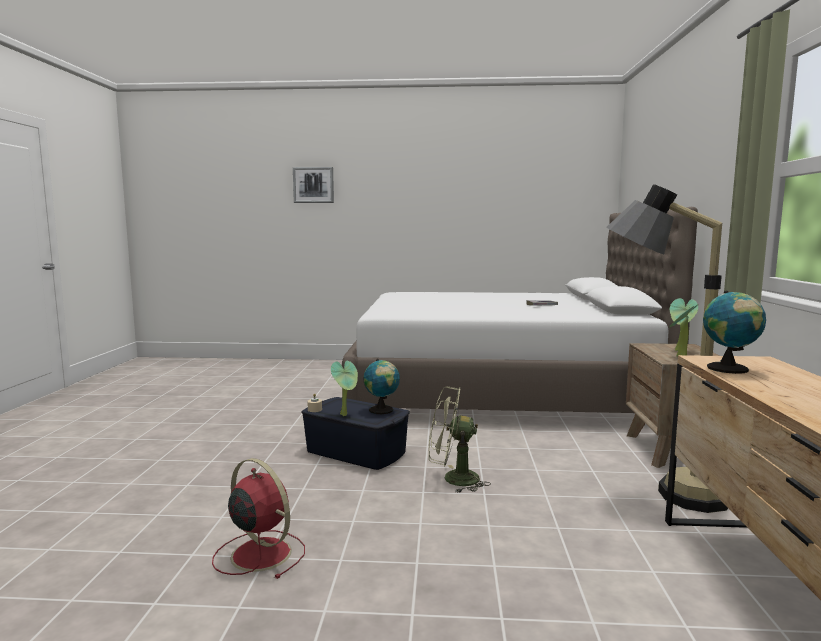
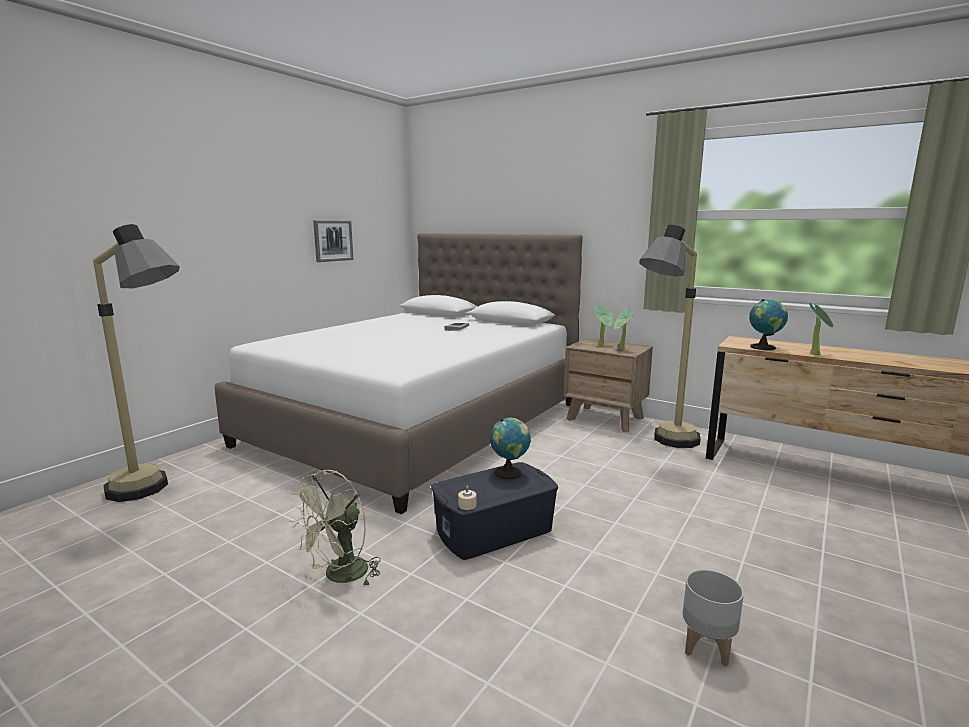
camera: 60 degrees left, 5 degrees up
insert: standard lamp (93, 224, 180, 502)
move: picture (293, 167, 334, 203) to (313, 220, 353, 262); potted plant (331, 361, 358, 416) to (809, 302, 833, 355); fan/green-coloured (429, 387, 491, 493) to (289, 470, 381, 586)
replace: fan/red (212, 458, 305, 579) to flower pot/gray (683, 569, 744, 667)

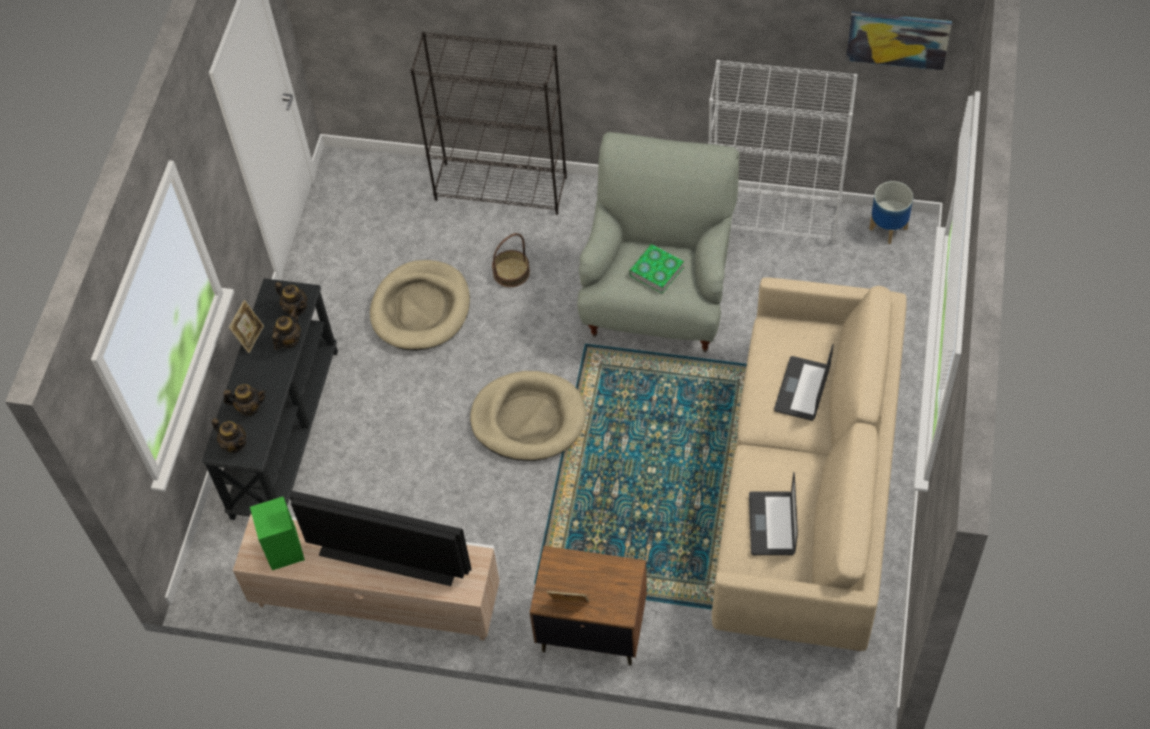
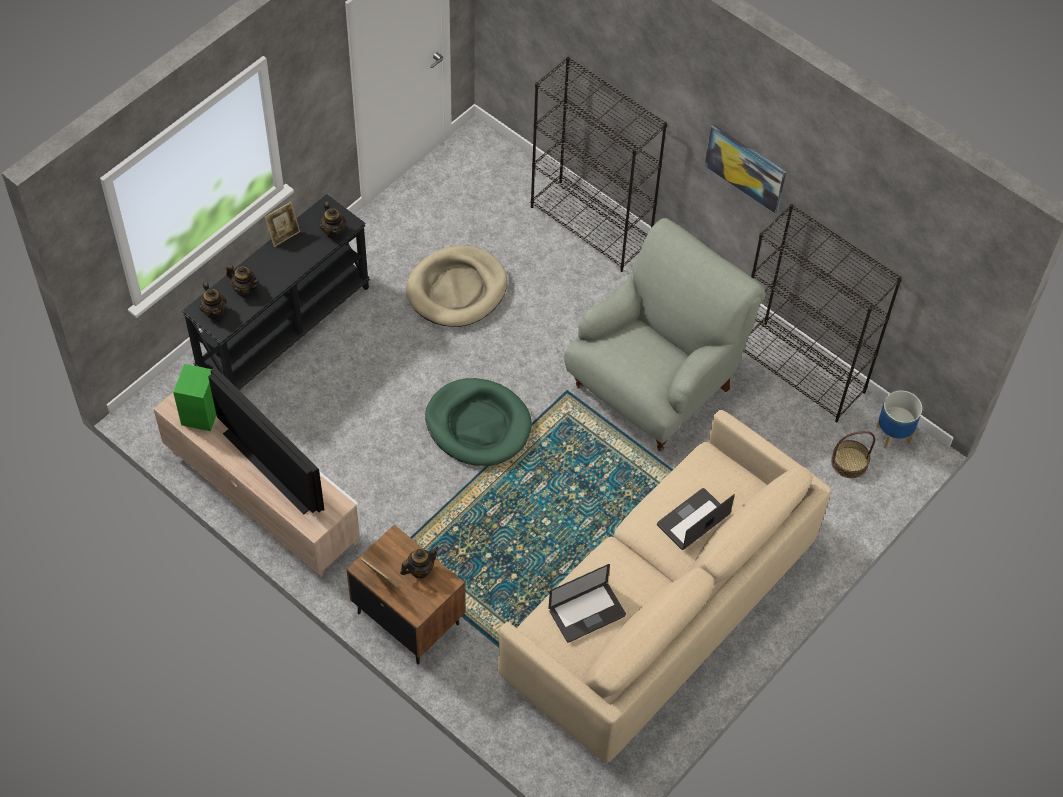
camera: 25 degrees right, 0 degrees up
delete: volume (629, 244, 684, 294)
move: picture (846, 12, 952, 70) to (705, 124, 786, 213); storage basket (492, 233, 530, 287) to (831, 431, 875, 478); pot for tea (272, 309, 301, 350) to (400, 547, 439, 578)
recolor: bookshelf/white-coloured (708, 60, 858, 245) to bookshelf/black-coloured (744, 204, 902, 423); pet bed/beige (470, 371, 586, 461) to pet bed/green-coloured (425, 378, 532, 466)
rotate: notebook computer (749, 471, 798, 555) = (548, 564, 626, 642) 150 degrees counterclockwise

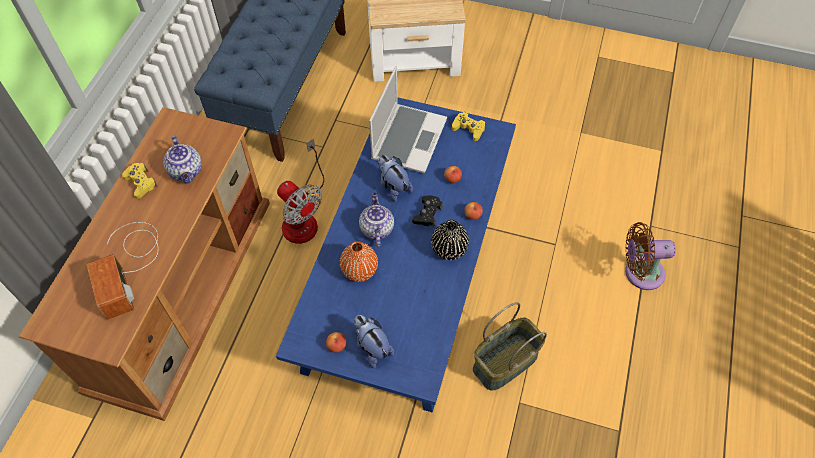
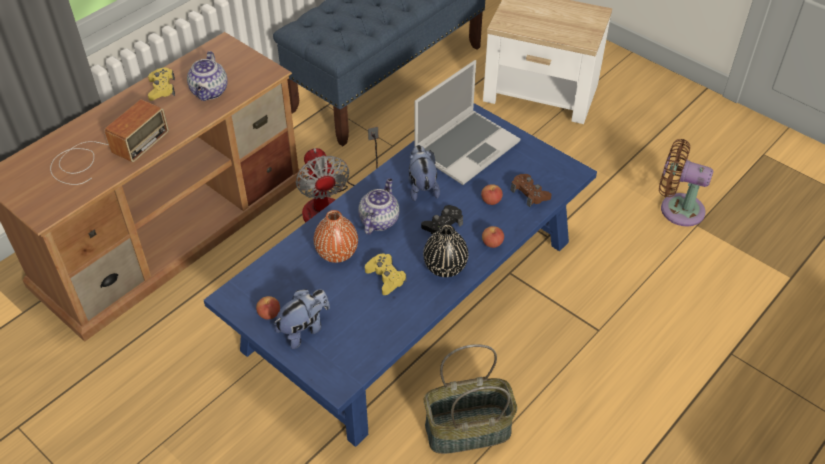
camera: 25 degrees right, 10 degrees down
insert: game controller/brown (511, 174, 552, 207)
move: game controller/yellow (452, 112, 485, 141) to (365, 254, 407, 295); fan/brown (625, 222, 676, 290) to (659, 139, 713, 226)
rotate: radio set (87, 222, 158, 320) = (50, 99, 169, 185) 150 degrees counterclockwise; soft toy (353, 315, 394, 368) = (274, 289, 330, 349) 60 degrees clockwise

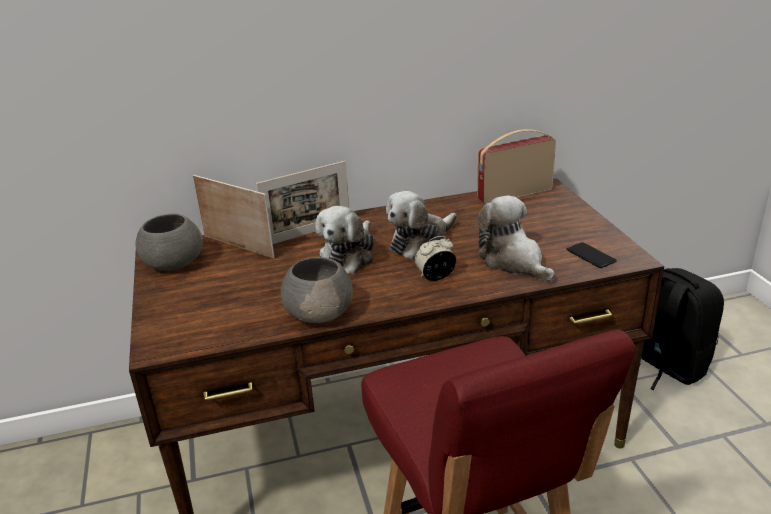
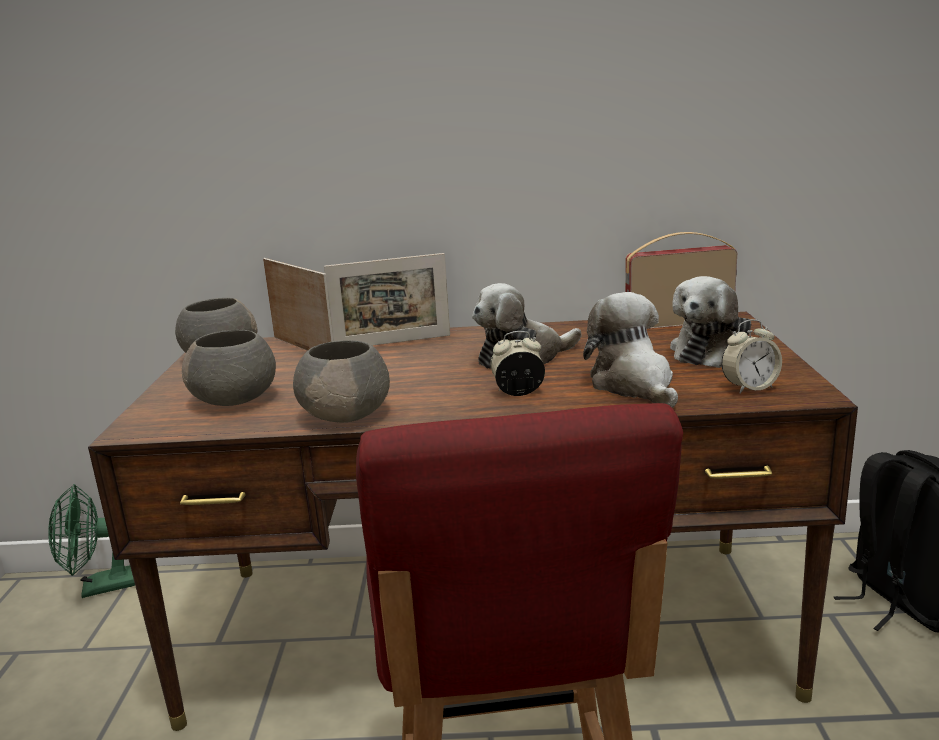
camera: 15 degrees right, 10 degrees down
insert: bowl/gray (182, 330, 276, 406); fan/green-coloured (48, 484, 135, 598)
move: soft toy (316, 206, 374, 274) to (670, 276, 751, 368)
replace: telephone (566, 242, 617, 268) to alarm clock (721, 319, 782, 394)

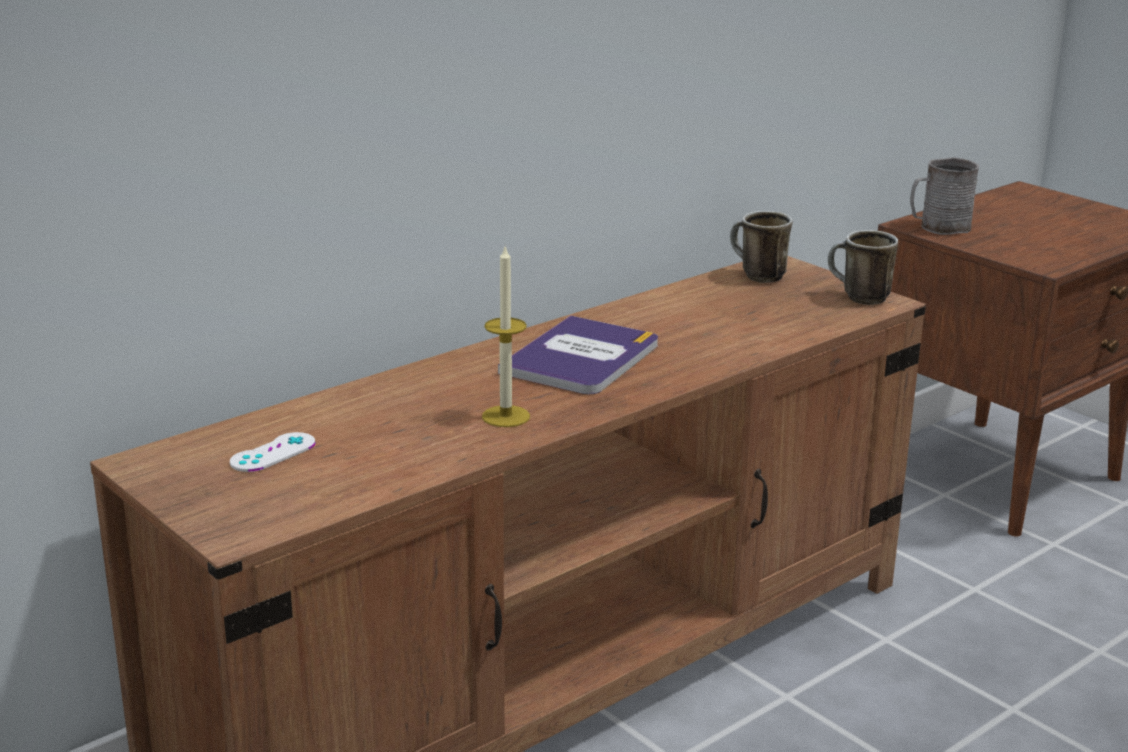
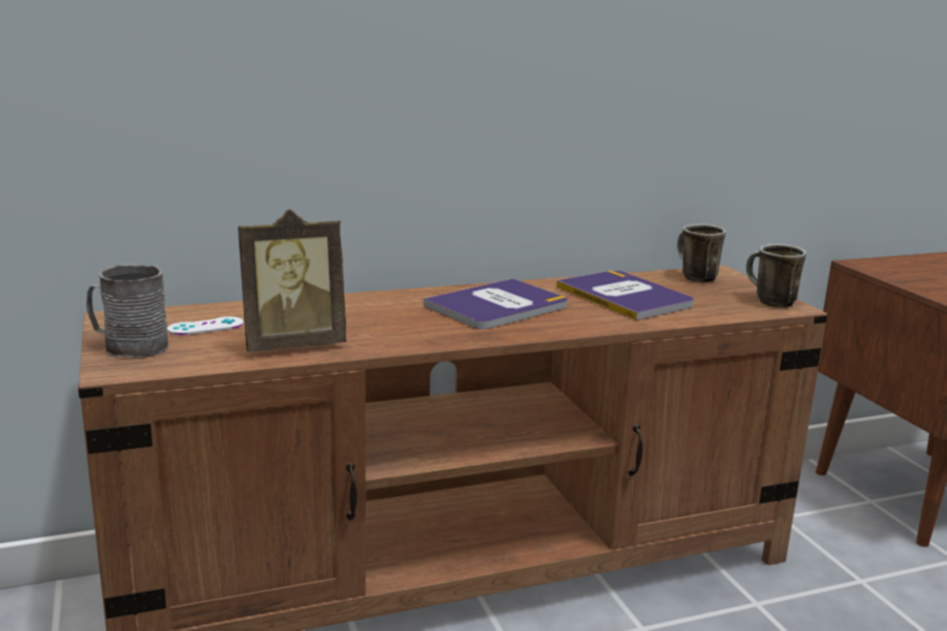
camera: 20 degrees right, 5 degrees down
delete: wax candle (482, 244, 530, 427)
insert: standing frame (238, 209, 346, 352); volume (556, 270, 694, 320)
move: mug/gray (910, 157, 979, 235) to (86, 264, 168, 358)

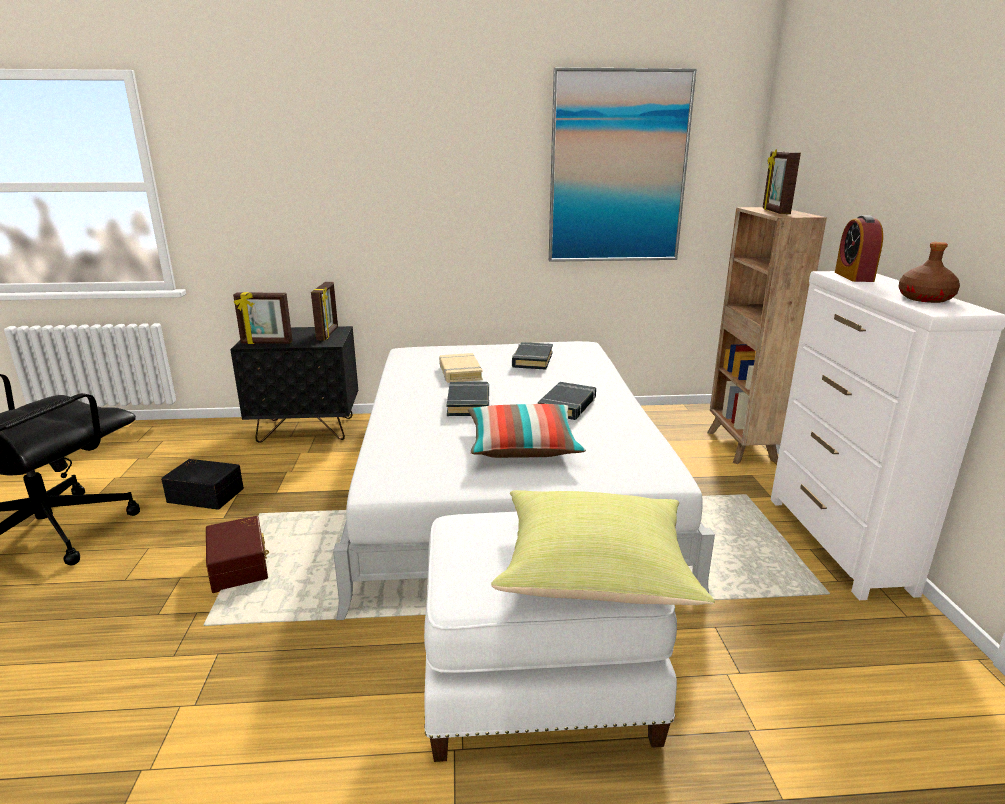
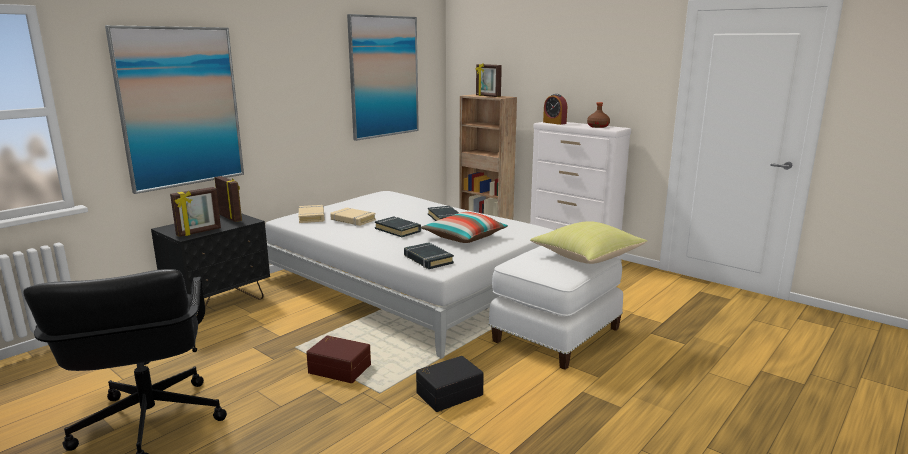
camera: 45 degrees left, 5 degrees down
insert: picture (105, 25, 244, 194); volume/beige (299, 205, 325, 223)
move: volume/black-coloured (512, 342, 553, 370) to (404, 242, 454, 269); storage box/black-coloured (161, 459, 244, 510) to (416, 356, 484, 412)

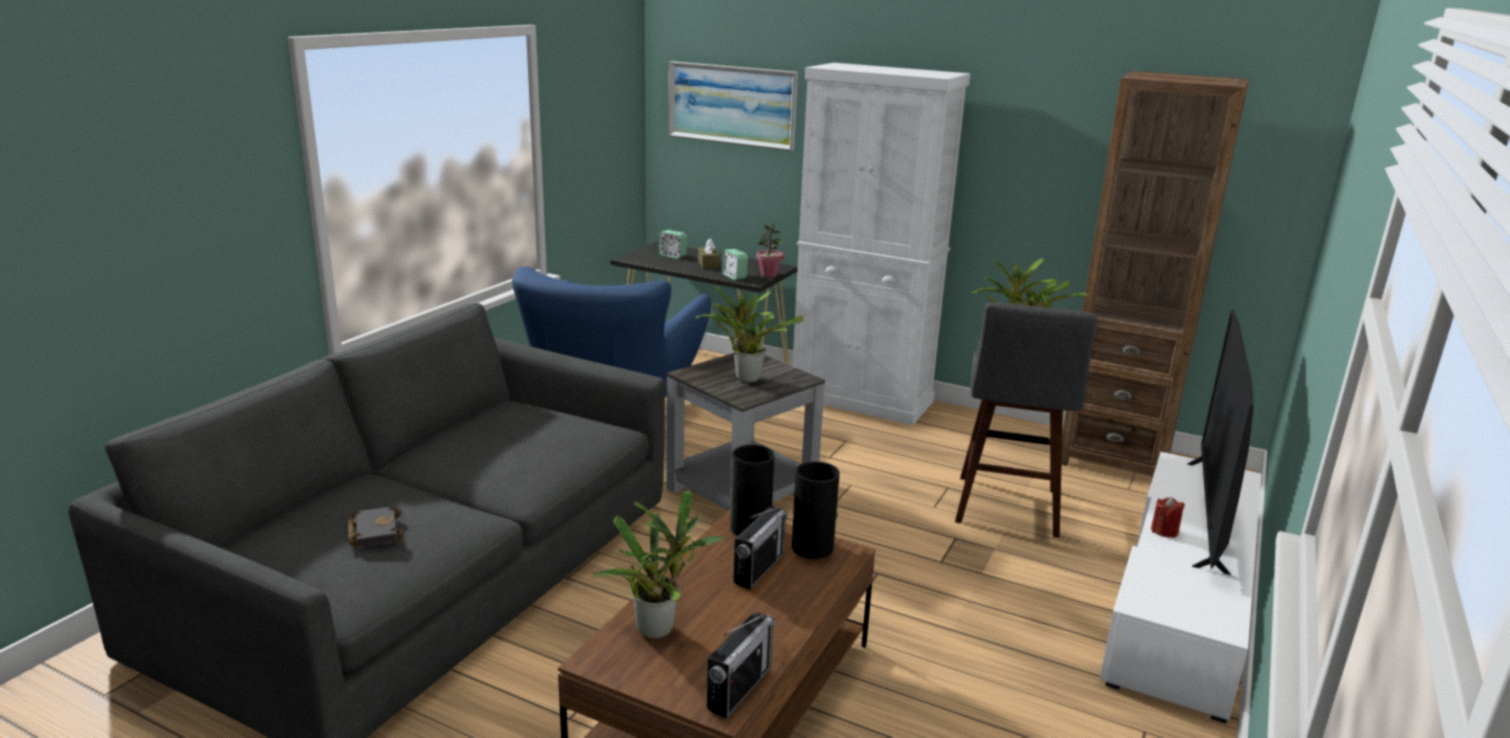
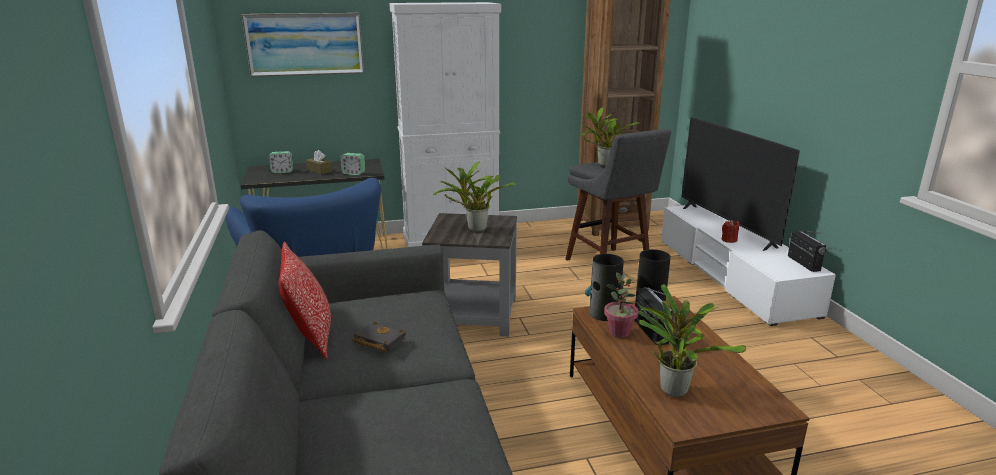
camera: 40 degrees left, 0 degrees up
insert: pillow (279, 241, 331, 360)
move: potted plant (756, 222, 784, 277) to (604, 272, 638, 338); volume/black-coloured (348, 506, 404, 548) to (353, 322, 406, 352); radio set (707, 613, 775, 719) to (788, 230, 827, 272)

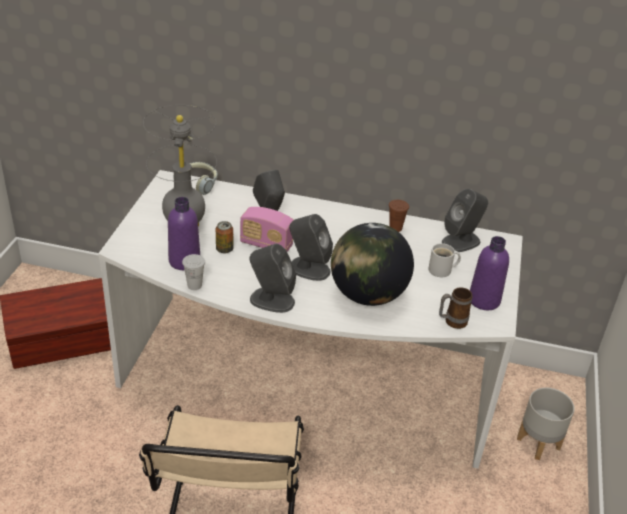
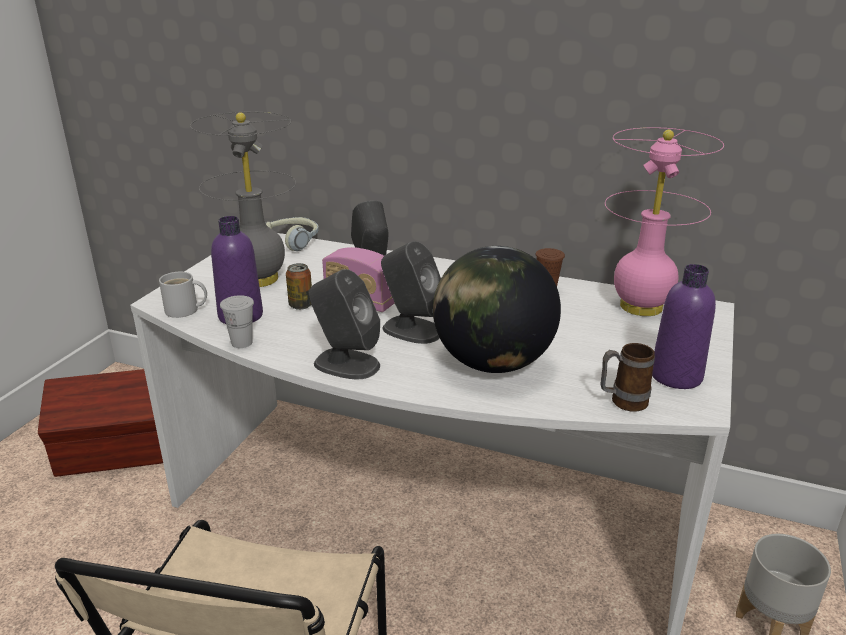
camera: 10 degrees right, 10 degrees down
move: mug/white-coloured (428, 243, 461, 277) to (159, 272, 207, 318)
replace: loudspeaker/gray (442, 189, 488, 252) to tabletop lamp/pink-coloured (605, 127, 724, 316)

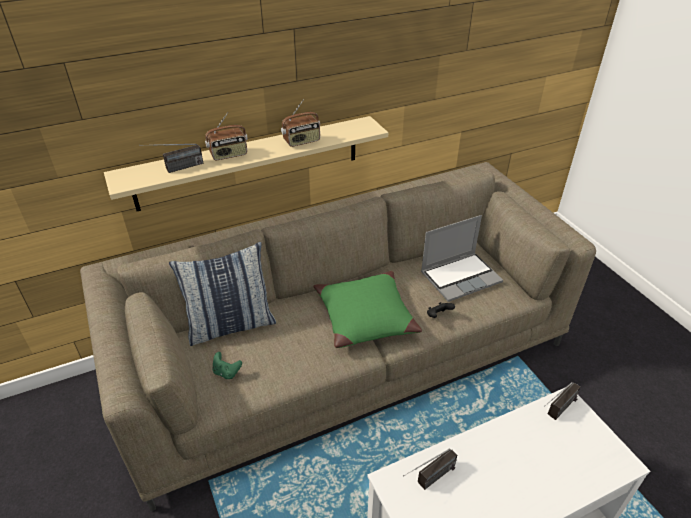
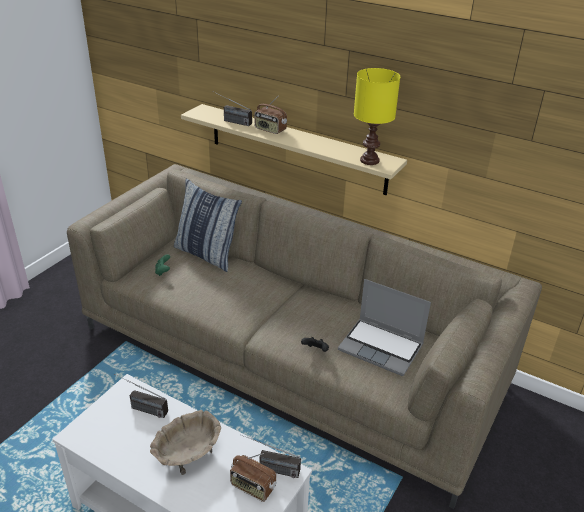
camera: 55 degrees right, 5 degrees down
delete: pillow/green-coloured (313, 271, 422, 348)
insert: tabletop lamp/yellow (354, 68, 400, 165); bowl/beige (150, 410, 221, 475)
move: radio set (281, 100, 320, 147) to (230, 453, 277, 502)

